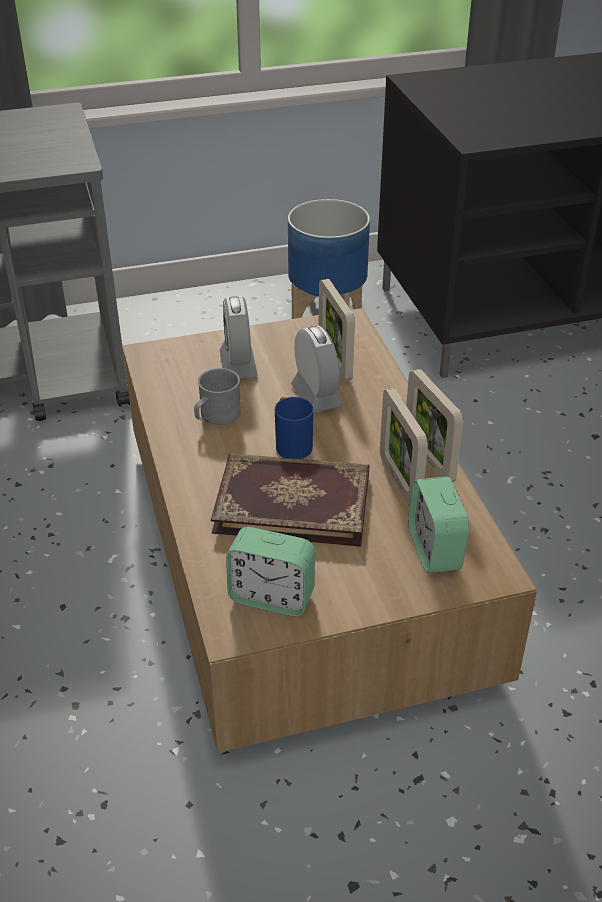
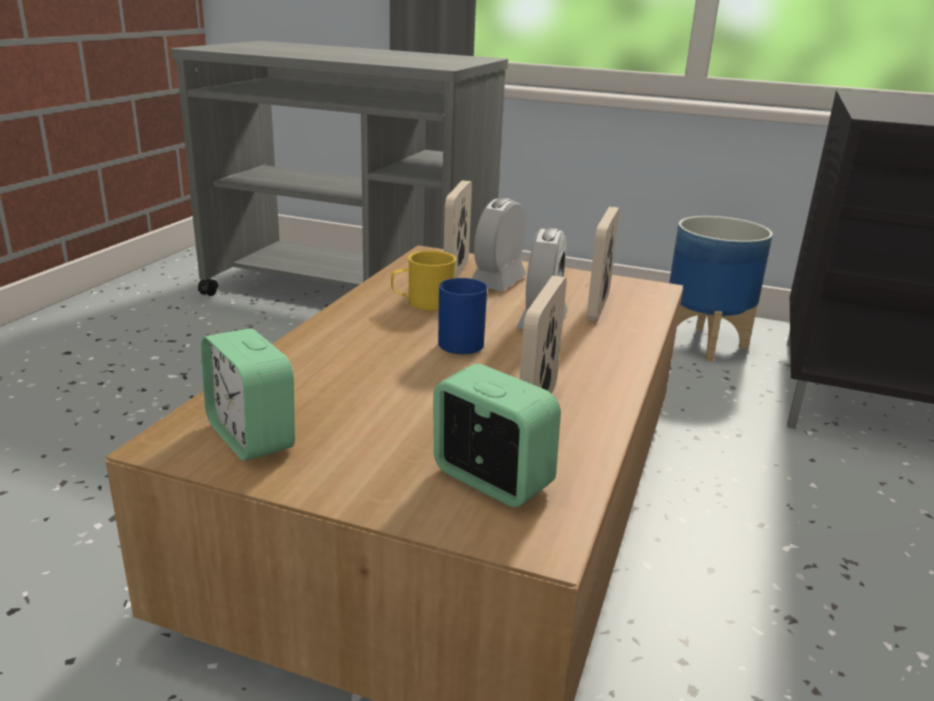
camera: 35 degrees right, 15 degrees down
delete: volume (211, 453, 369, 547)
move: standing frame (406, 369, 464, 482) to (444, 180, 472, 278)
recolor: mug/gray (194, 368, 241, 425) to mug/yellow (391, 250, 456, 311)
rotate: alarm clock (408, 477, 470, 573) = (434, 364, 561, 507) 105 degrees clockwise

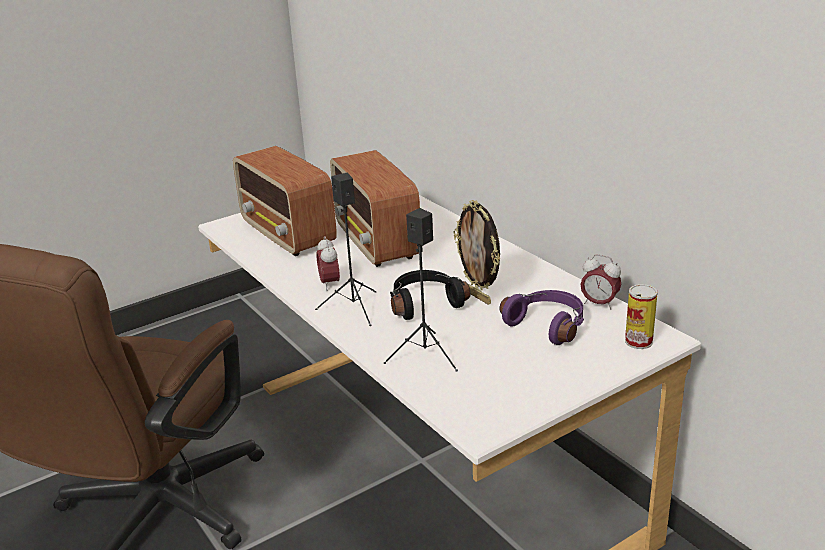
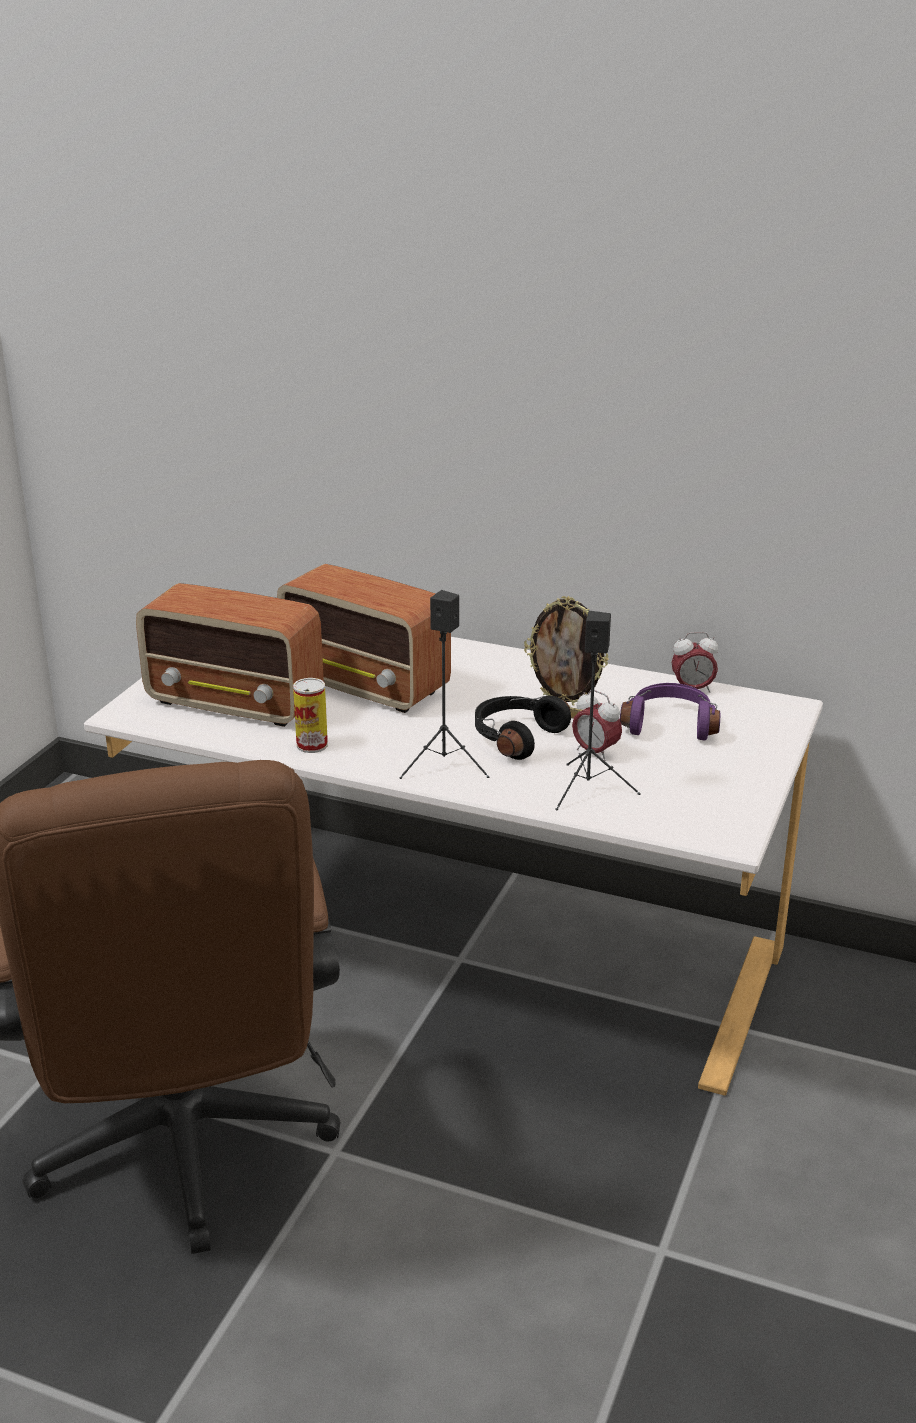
camera: 35 degrees left, 0 degrees up
move: alarm clock (316, 236, 340, 291) to (572, 690, 622, 761); metal can (625, 284, 658, 349) to (293, 678, 328, 753)

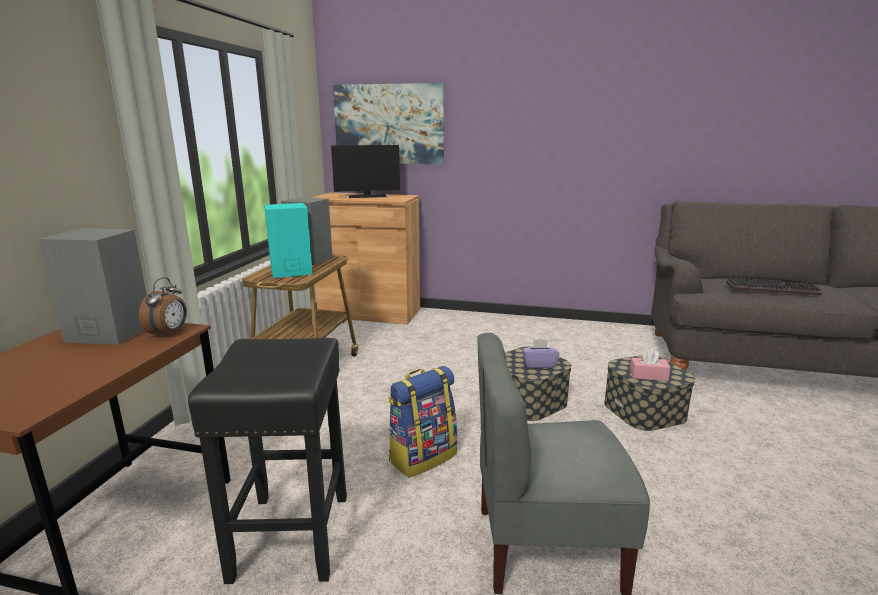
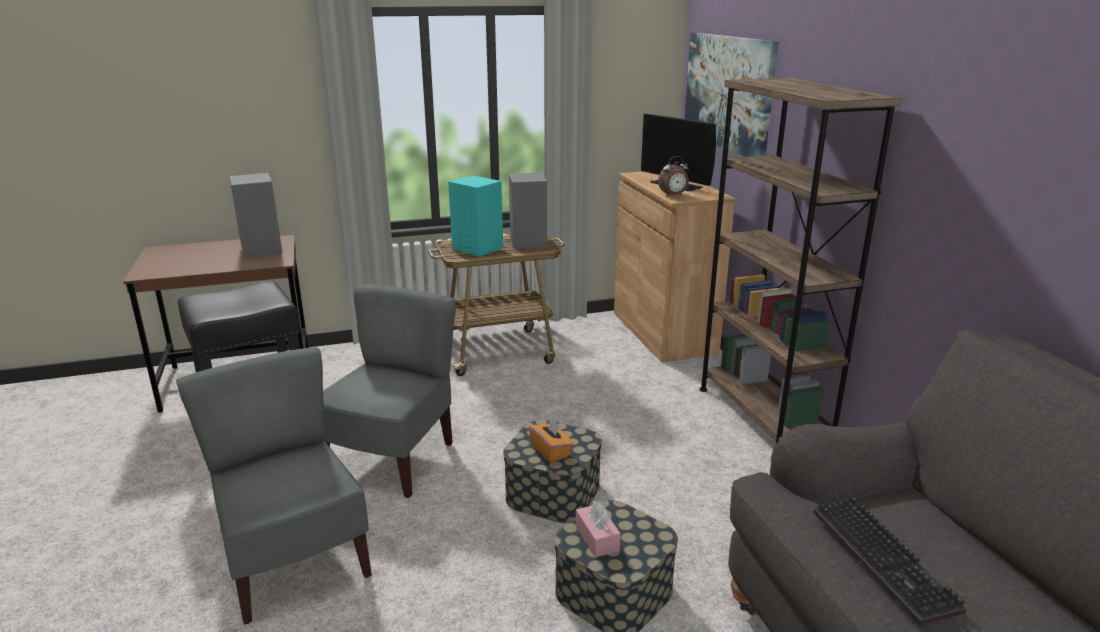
camera: 60 degrees right, 5 degrees up
insert: bookshelf/brown (700, 78, 902, 461)
move: alarm clock (139, 277, 187, 338) to (658, 156, 689, 196)
replace: knapsack (388, 366, 457, 478) to upright chair/gray (323, 284, 456, 498)
recolor: box of tissues/purplish (522, 339, 559, 368) to box of tissues/orange-coloured (529, 418, 574, 463)

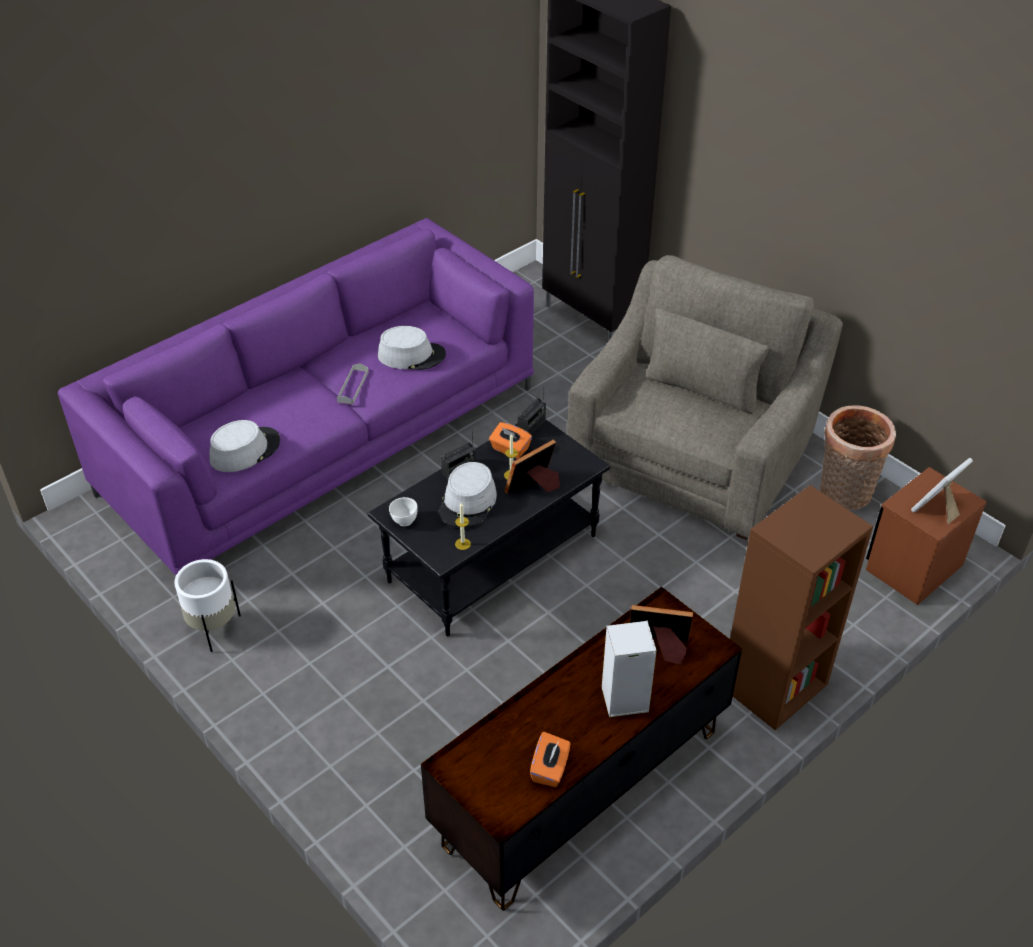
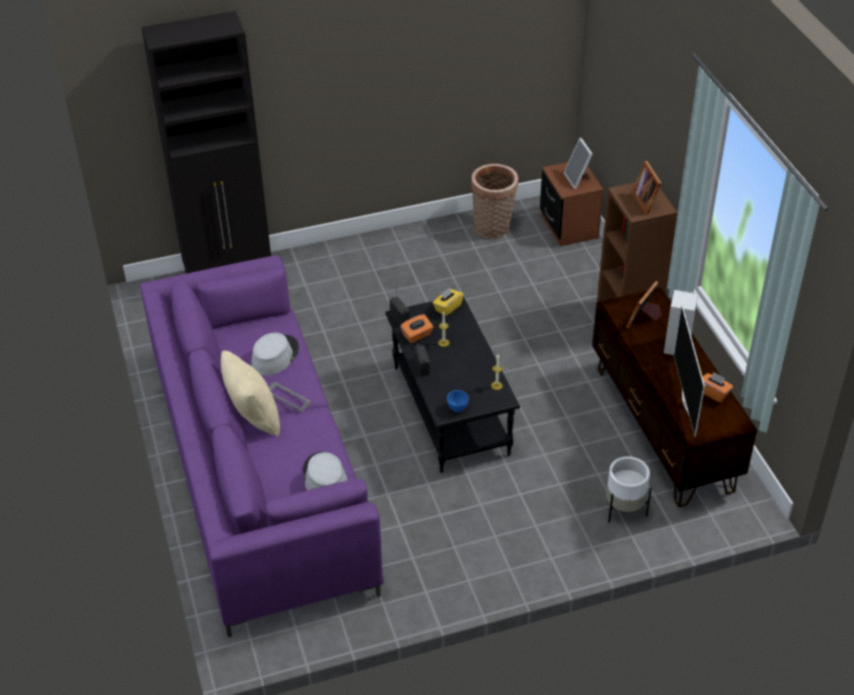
camera: 65 degrees left, 0 degrees up
delete: lounge chair/gray (567, 255, 843, 540); hat/gray (439, 462, 497, 528)
insert: box of tissues/yellow (433, 288, 464, 316); television (674, 305, 705, 437); pillow/beige (221, 351, 280, 437)
move: standing frame (505, 439, 560, 494) to (632, 161, 662, 215); flower pot/white-coloured (175, 559, 241, 652) to (606, 456, 652, 523)
recolor: bowl/white-coloured (389, 497, 418, 526) to bowl/blue (447, 390, 469, 412)

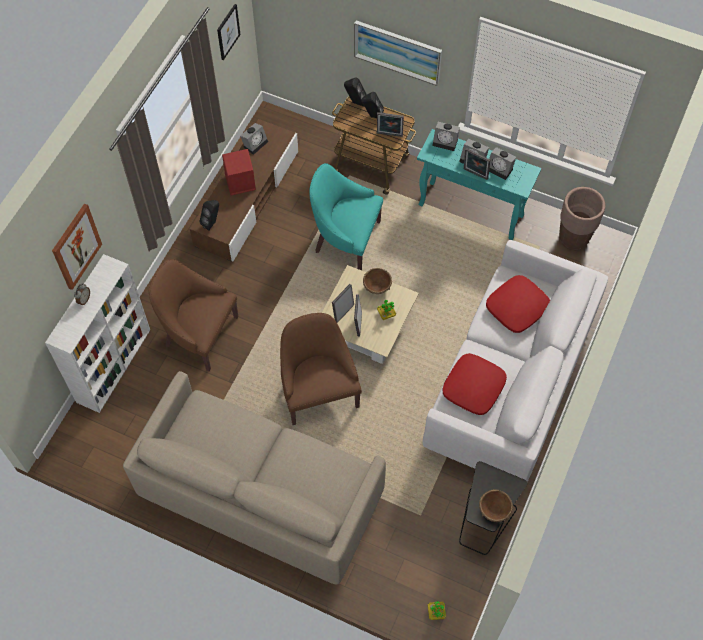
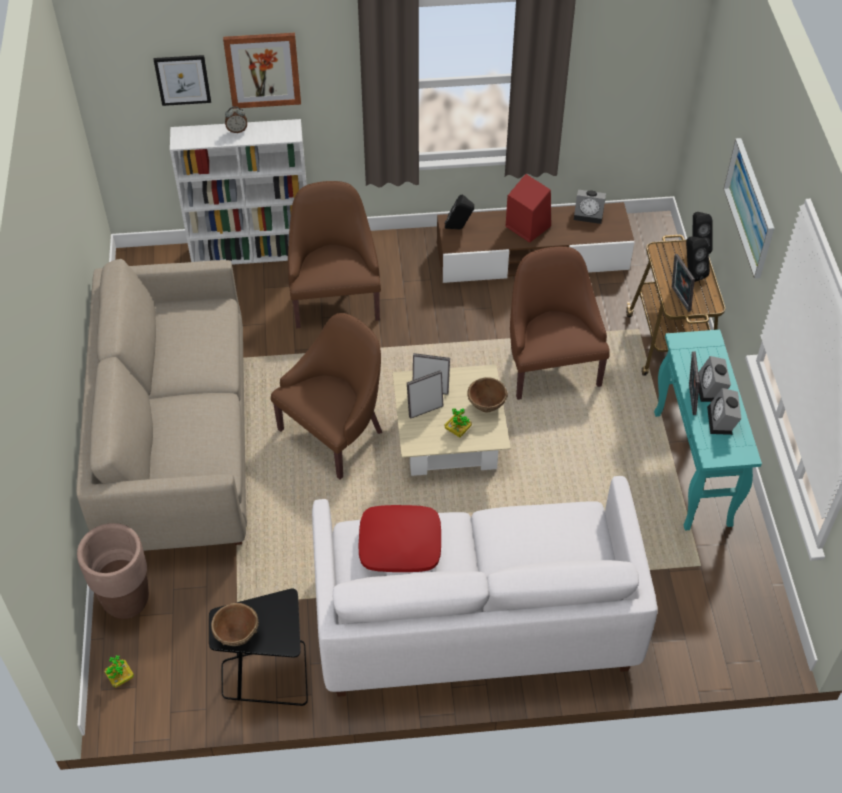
camera: 60 degrees right, 10 degrees down
delete: alarm clock (432, 122, 460, 151); pillow/red (486, 275, 550, 333)
move: picture (217, 4, 240, 60) to (154, 55, 211, 106); flower pot/brown (559, 187, 605, 250) to (77, 523, 149, 619)
recolor: lounge chair/turquoise (309, 163, 383, 271) to lounge chair/brown (510, 246, 610, 400)

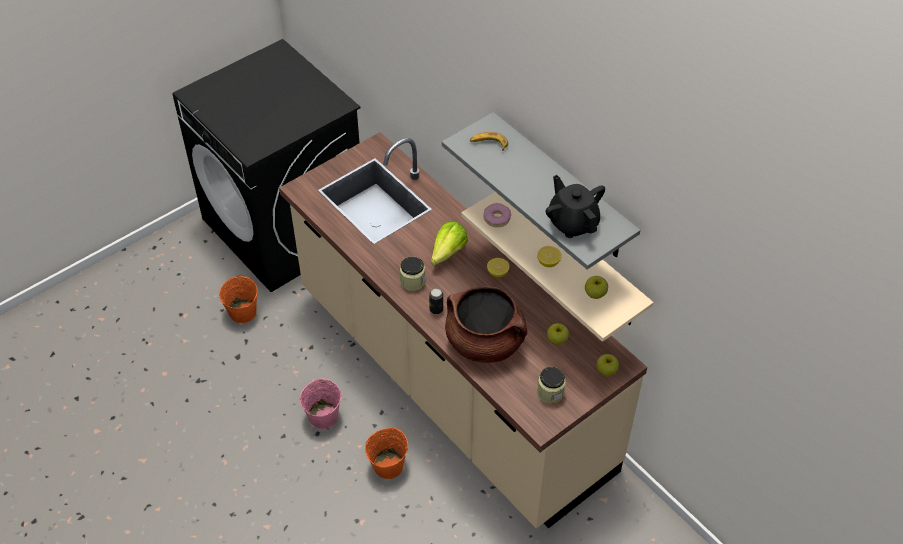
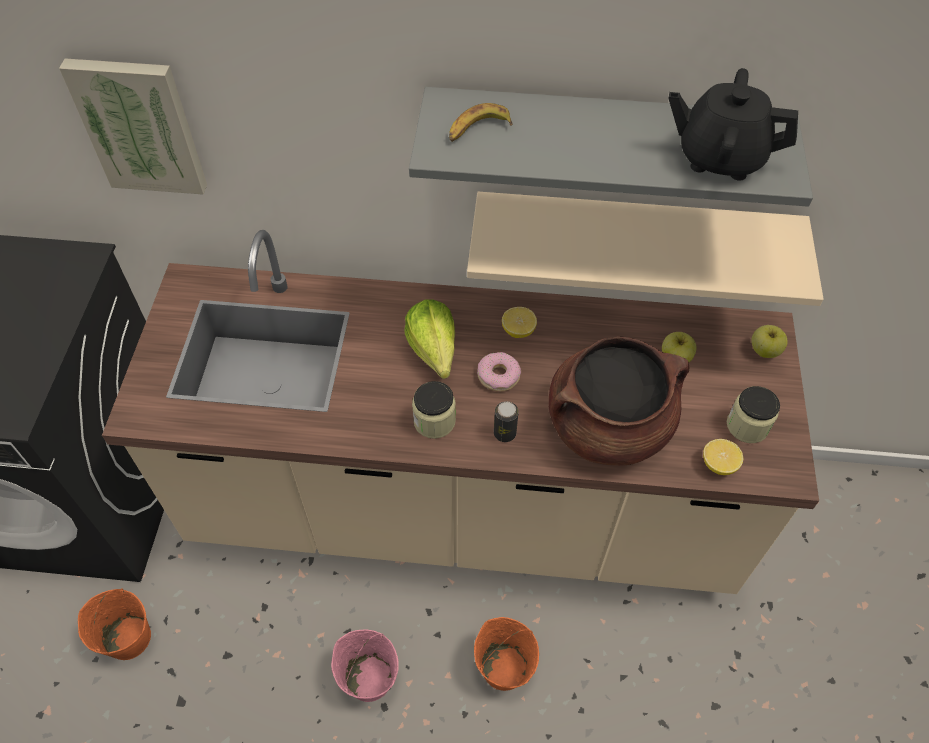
camera: 45 degrees left, 5 degrees up
delete: apple fruit (585, 276, 608, 299)
insert: picture (59, 58, 207, 195)
move: donut (483, 203, 511, 227) to (477, 352, 521, 392); lemon (537, 246, 562, 267) to (703, 439, 743, 475)

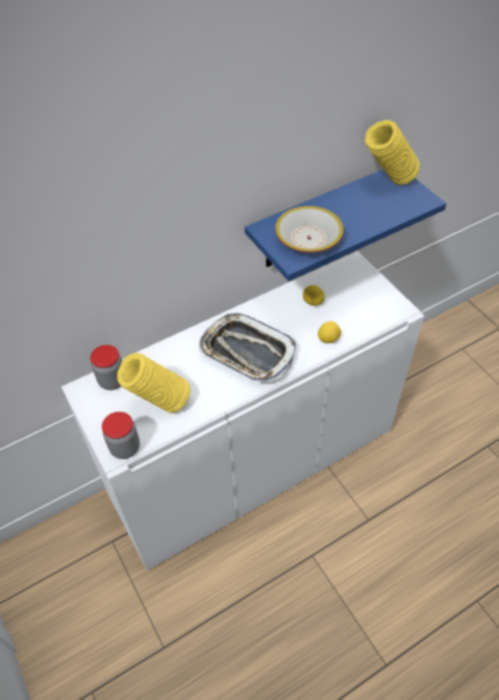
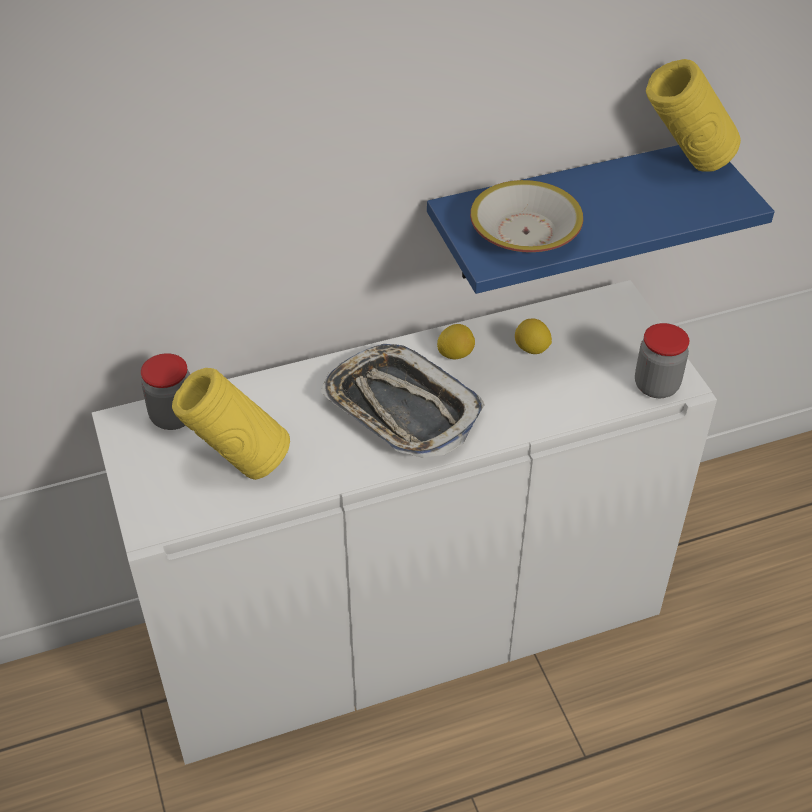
camera: 10 degrees right, 5 degrees down
move: lemon (318, 321, 341, 343) to (437, 324, 475, 359); preserve jar (102, 412, 140, 459) to (635, 323, 689, 398)

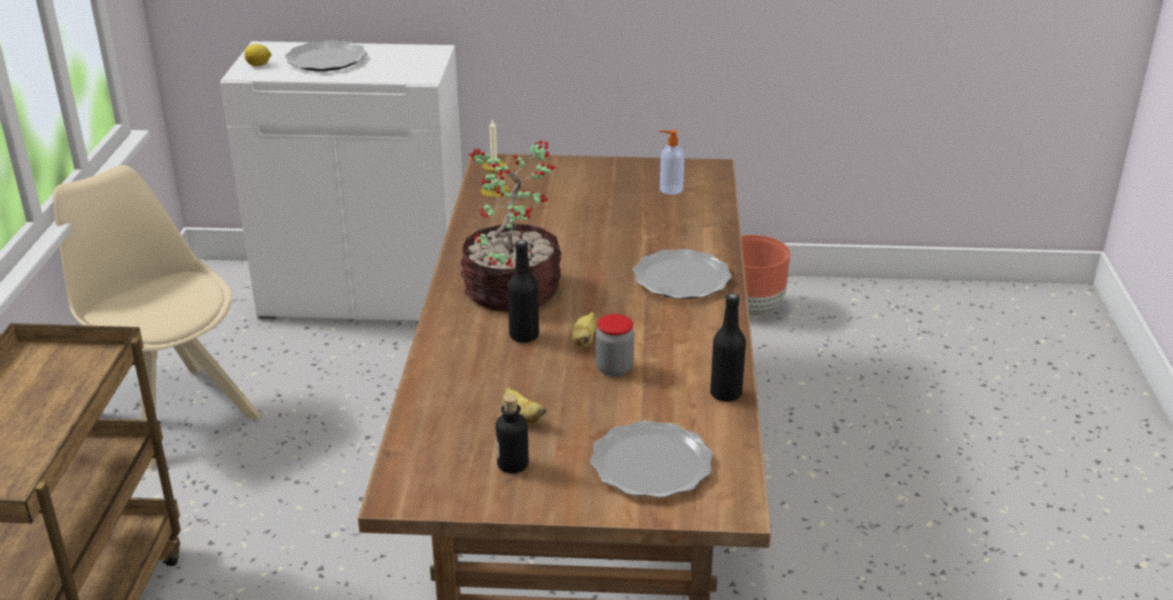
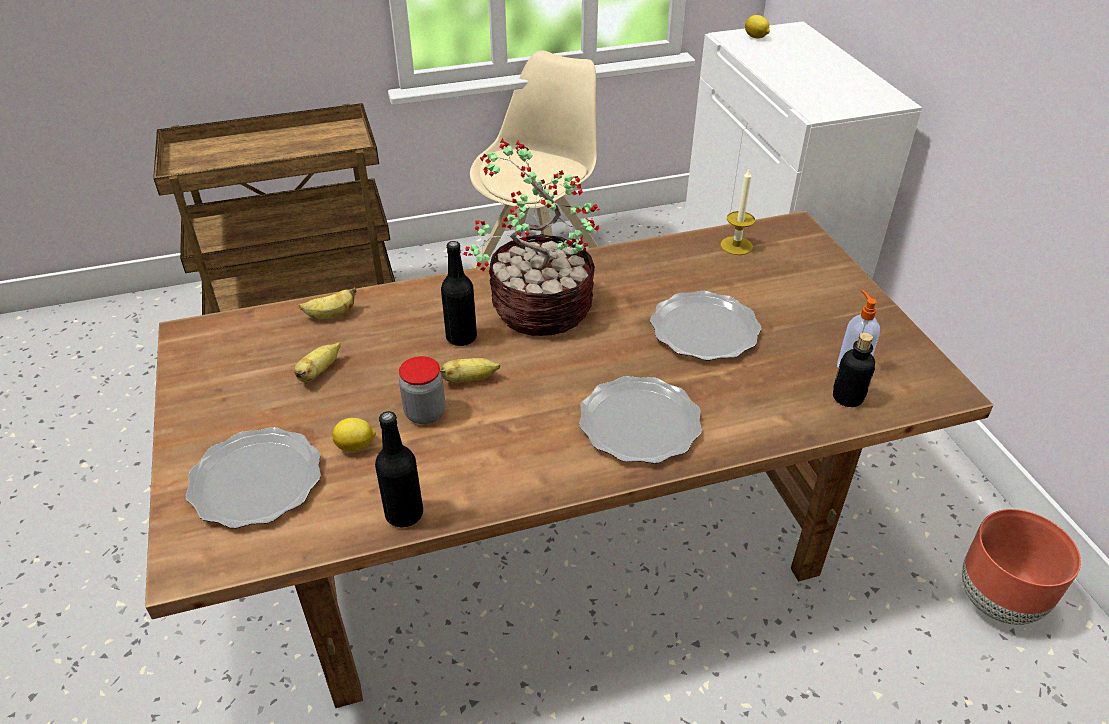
camera: 70 degrees right, 10 degrees up
insert: banana fruit (299, 287, 357, 319); lemon (333, 418, 376, 451)
move: dinner plate (285, 40, 367, 71) to (650, 291, 762, 361); drink bottle (495, 395, 529, 474) to (833, 333, 875, 407)

